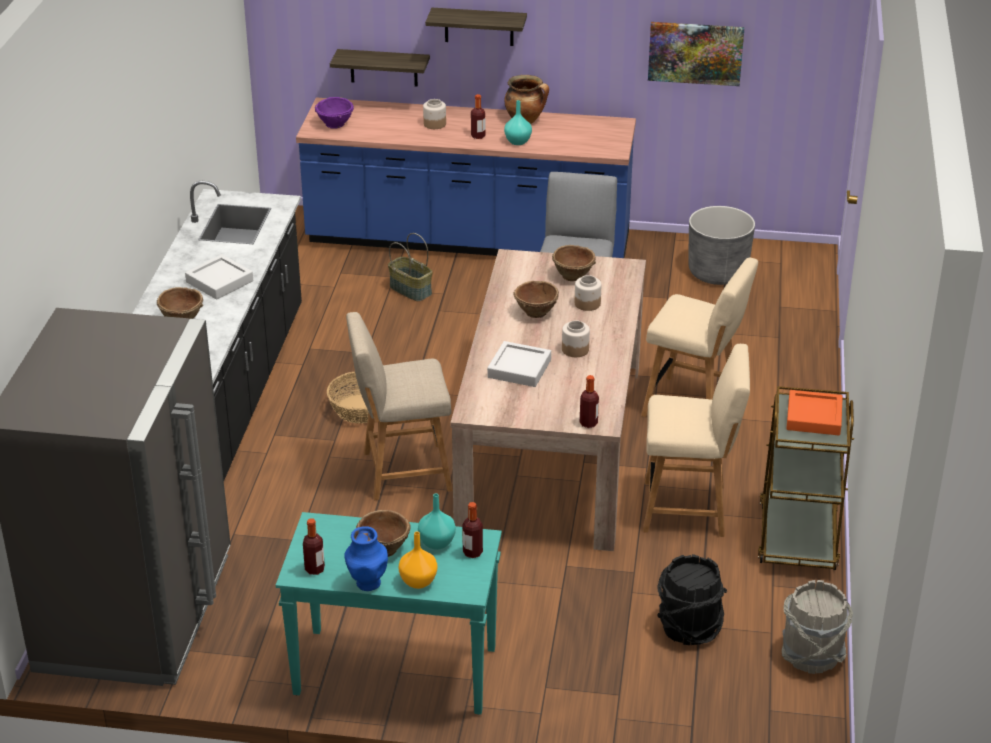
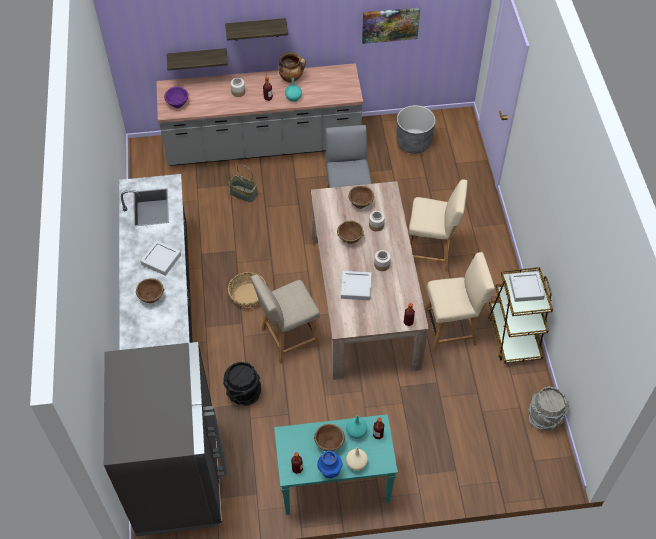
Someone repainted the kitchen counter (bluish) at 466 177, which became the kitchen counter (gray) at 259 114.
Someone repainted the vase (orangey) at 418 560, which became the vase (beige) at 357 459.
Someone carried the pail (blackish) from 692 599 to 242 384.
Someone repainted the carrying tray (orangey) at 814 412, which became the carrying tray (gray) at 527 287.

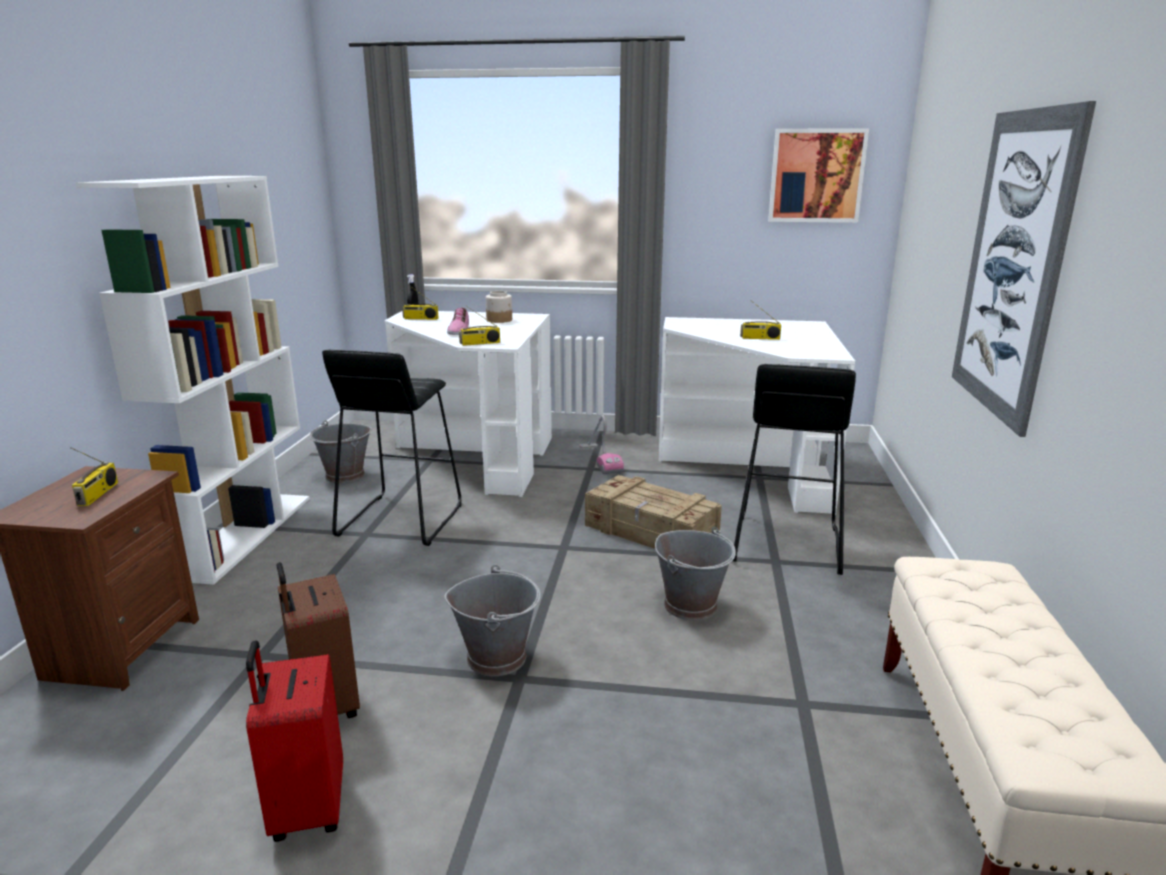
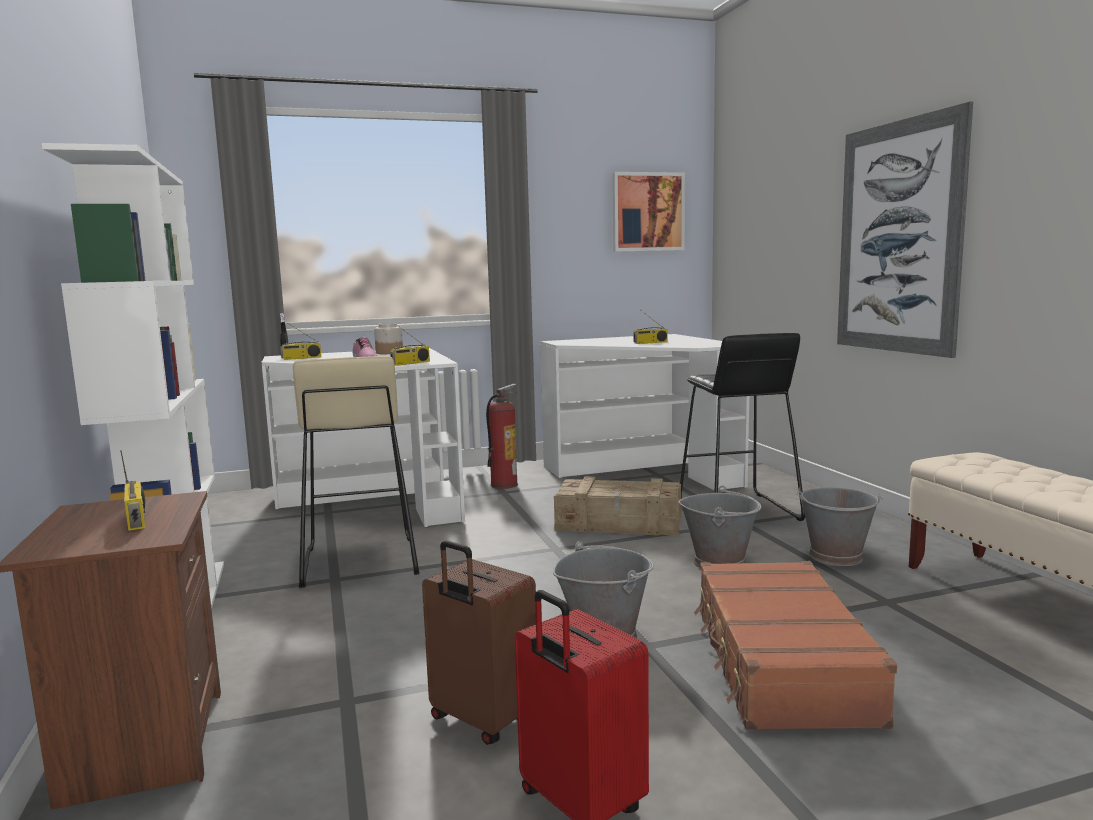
Someone carried the pail (gray) from 340 451 to 840 526.
Someone repainted the sitting stool (blackish) at 392 448, which became the sitting stool (beige) at 356 472.
Someone swapped the vacuum at 601 444 for the fire extinguisher at 502 436.
Someone put down the piece of luggage (brown-coloured) at 795 645.

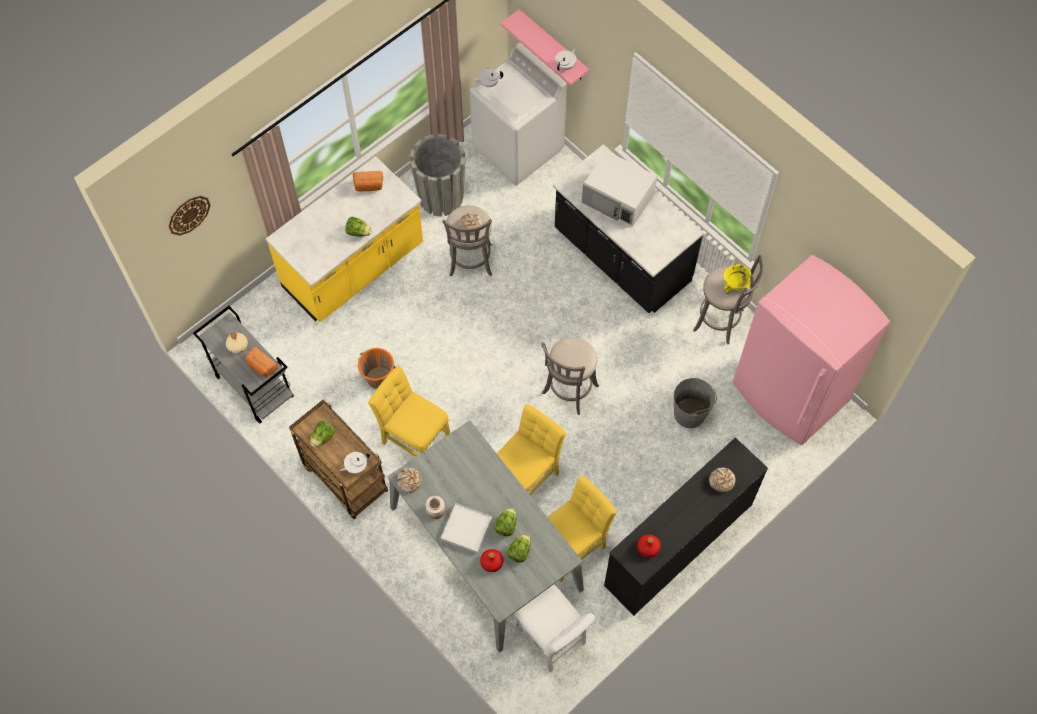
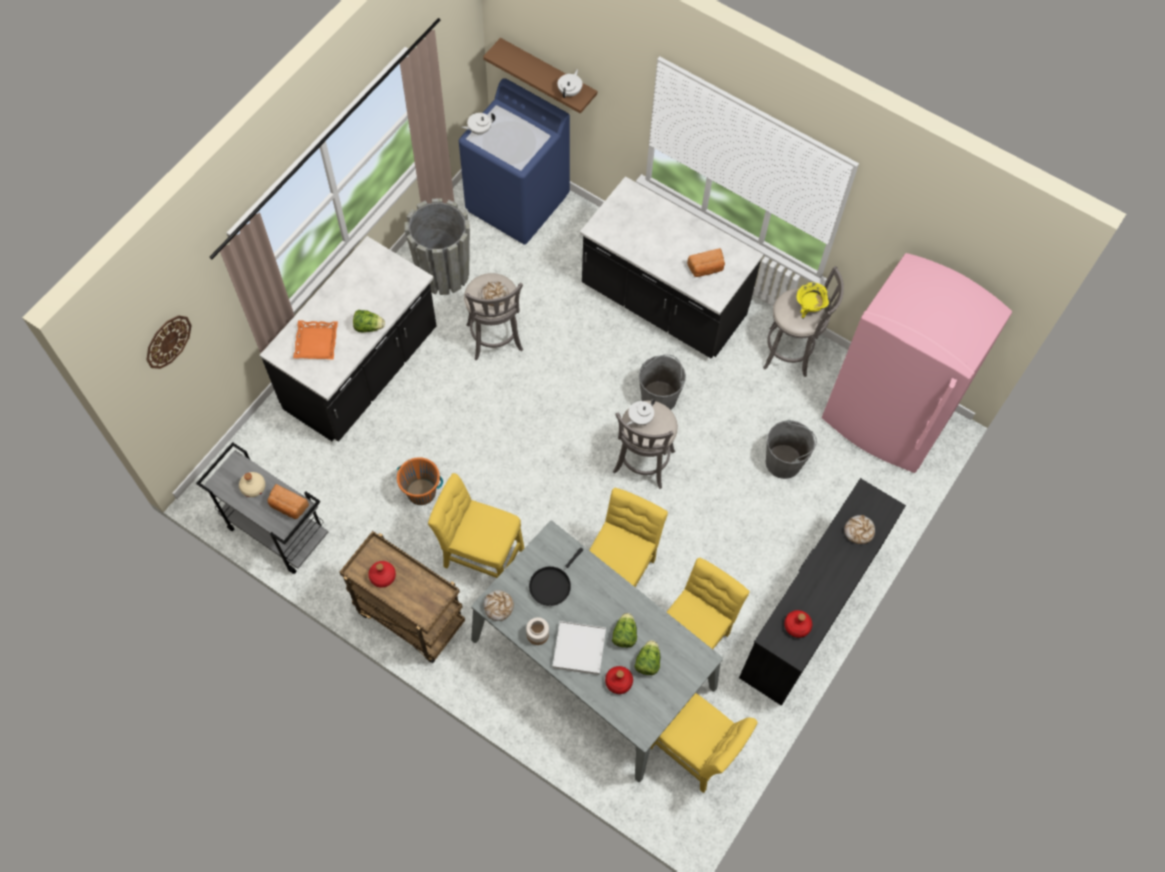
Someone repainted the kitchen counter (yellowish) at 344 239, which became the kitchen counter (blackish) at 348 339.
Someone swapped the head of lettuce at 322 434 for the beverage bottle (red-coloured) at 382 574.
Someone carried the tea pot (white) from 354 463 to 641 412.
Someone carried the bread from 368 181 to 706 262.
Someone repainted the laundry appliance (white) at 518 114, which became the laundry appliance (bluish) at 514 161.
Someone repainted the bracket shelf (pink-coloured) at 545 47, which became the bracket shelf (brown-coloured) at 540 76.
Someone repainted the plain chair (white) at 555 628, which became the plain chair (yellowish) at 704 743.
Someone took away the microwave oven (white) at 619 188.
Someone put down the carrying tray (orangey) at 315 339.
Someone put down the pan (blackish) at 556 577.
Someone put down the pail (gray) at 662 382.

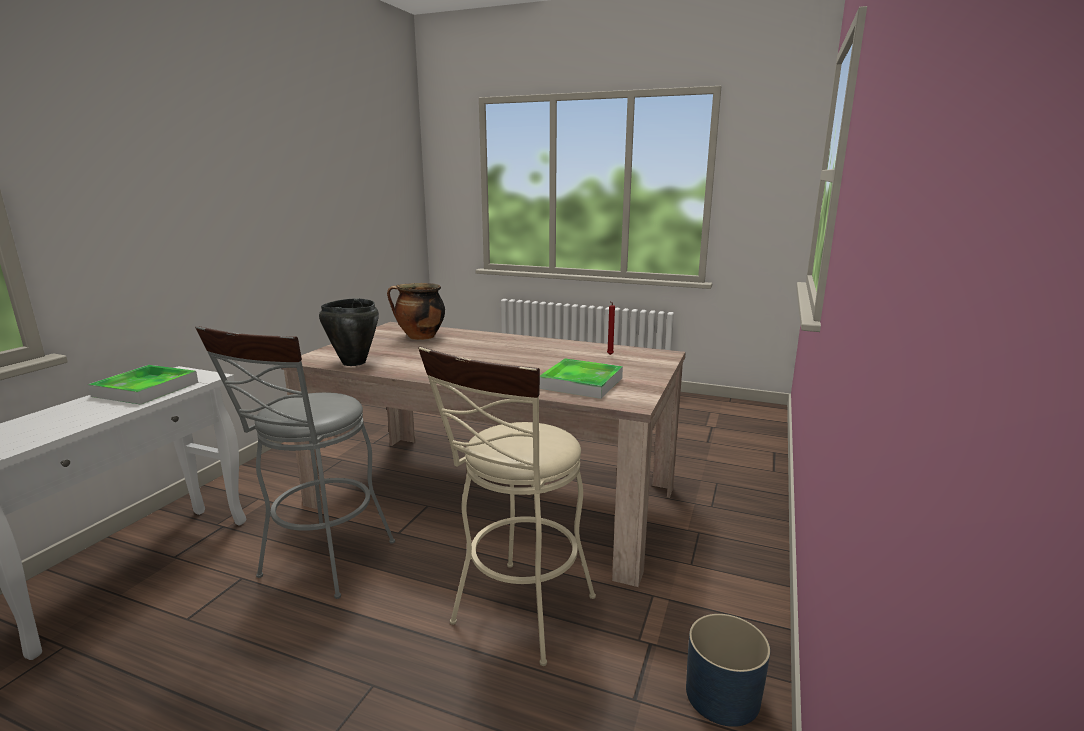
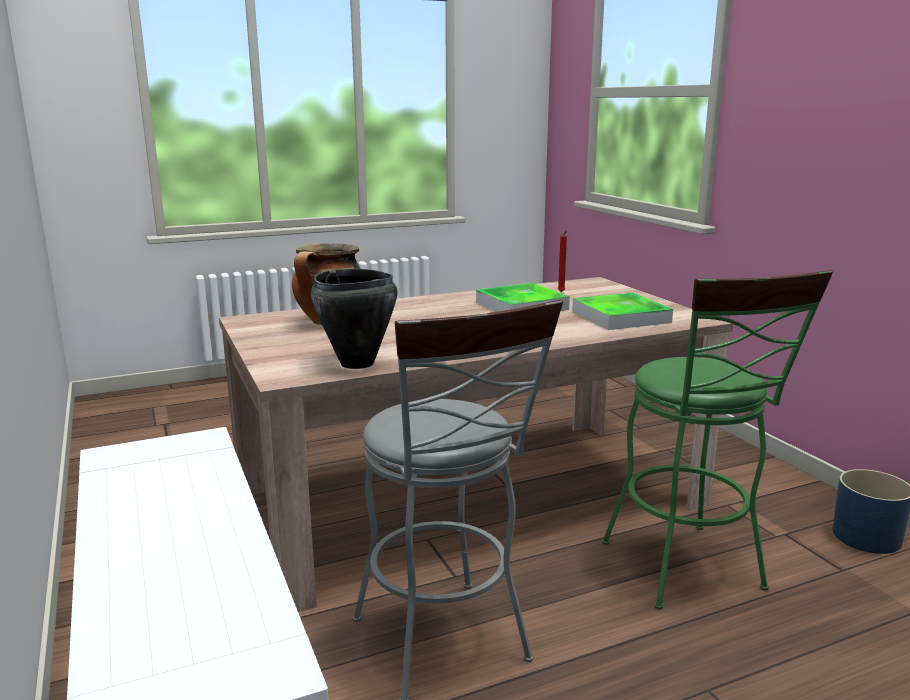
Someone carried the carrying tray from 143 385 to 523 297.
Someone repainted the sitting stool (beige) at 507 506, which became the sitting stool (green-coloured) at 717 440.

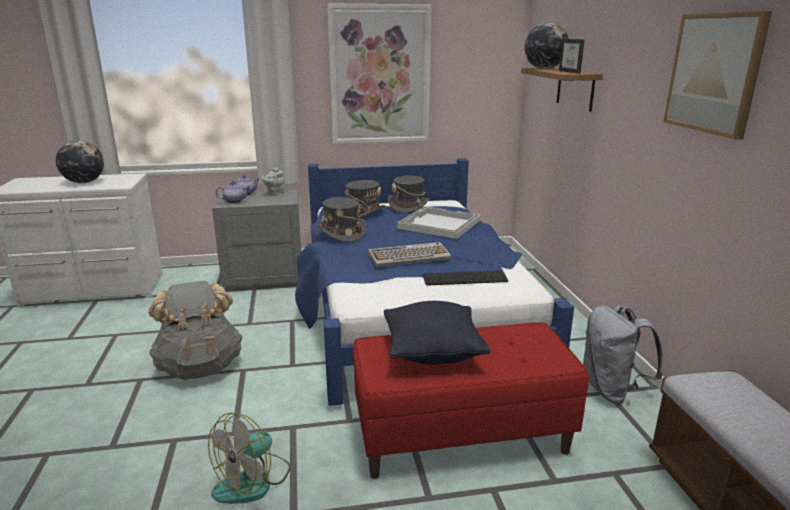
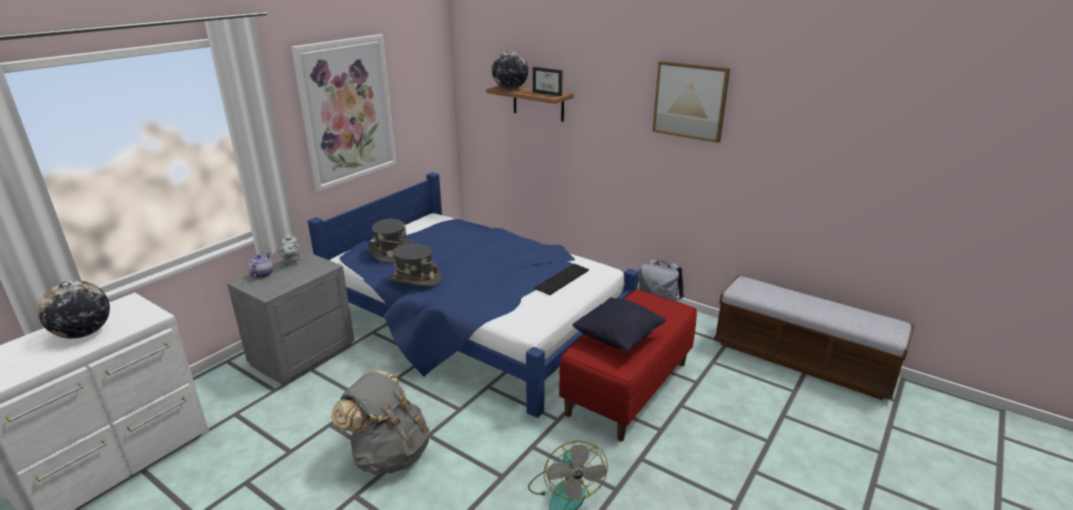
Someone took away the tea pot at 233 193.
Someone took away the computer keyboard at 409 254.
Someone took away the hat (gray) at 409 194.
Someone took away the carrying tray (white) at 439 222.

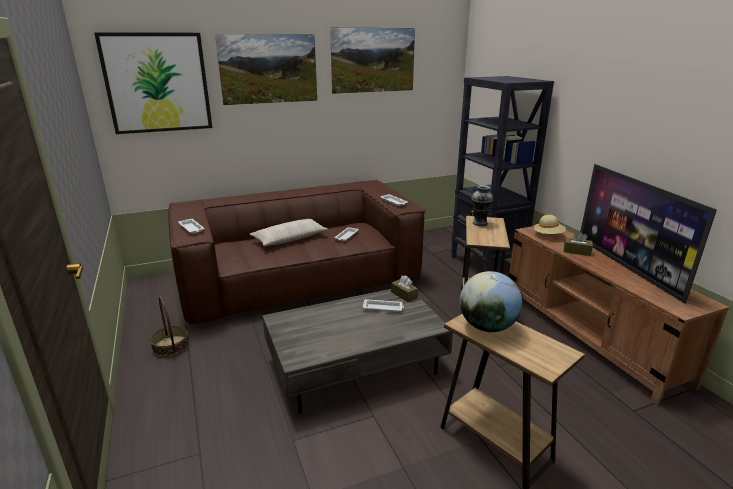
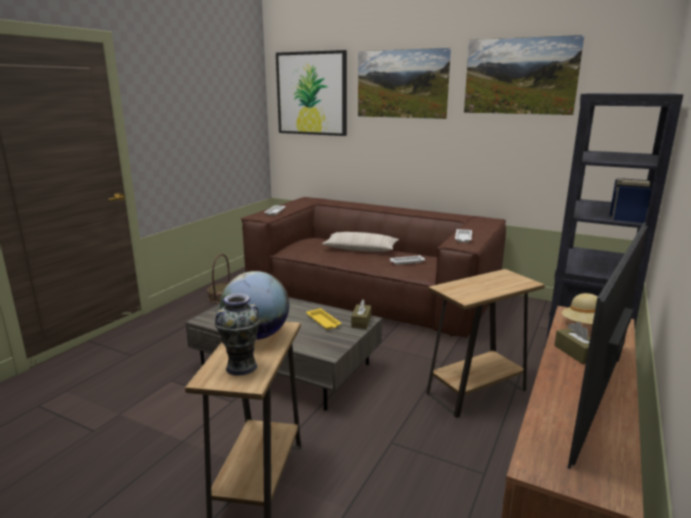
Someone repainted the carrying tray (white) at 383 305, which became the carrying tray (yellowish) at 323 319.
Someone carried the vase from 482 205 to 237 335.

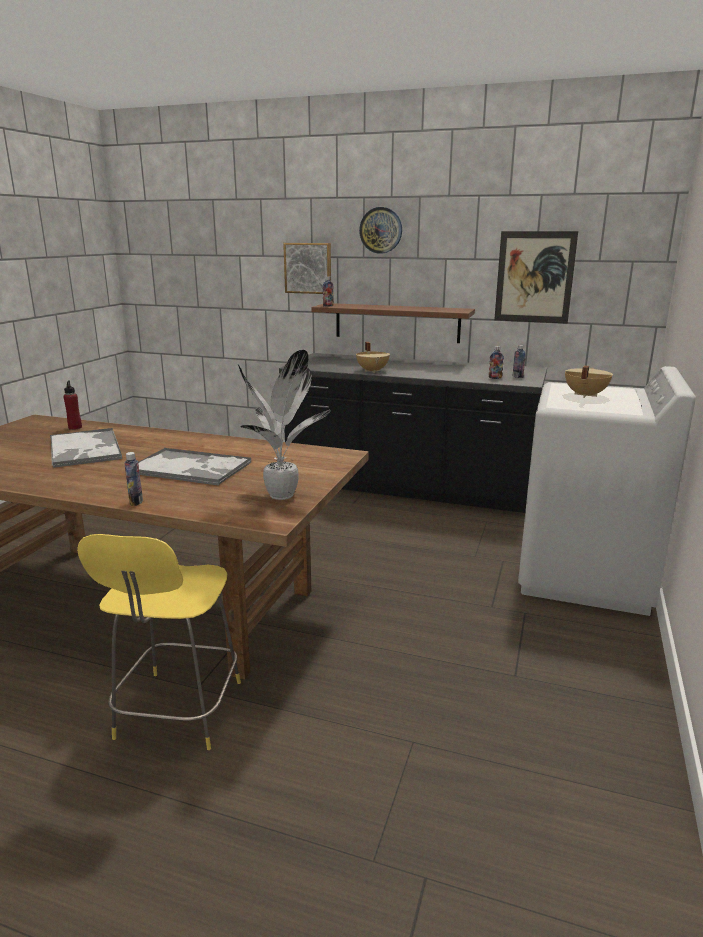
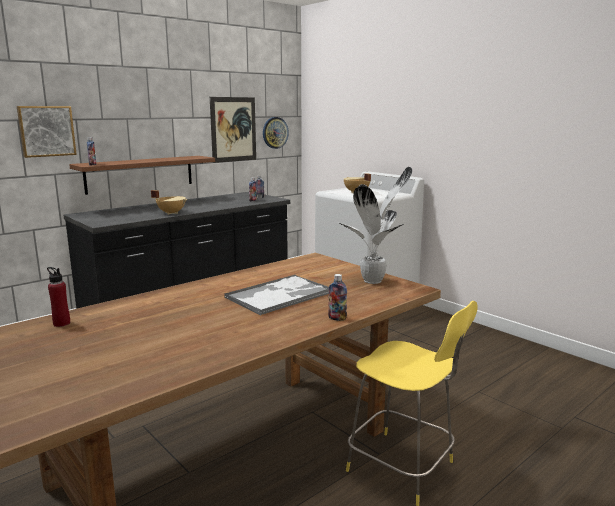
Someone took away the carrying tray at 86 448.
Someone carried the hanging clock from 380 230 to 276 133.

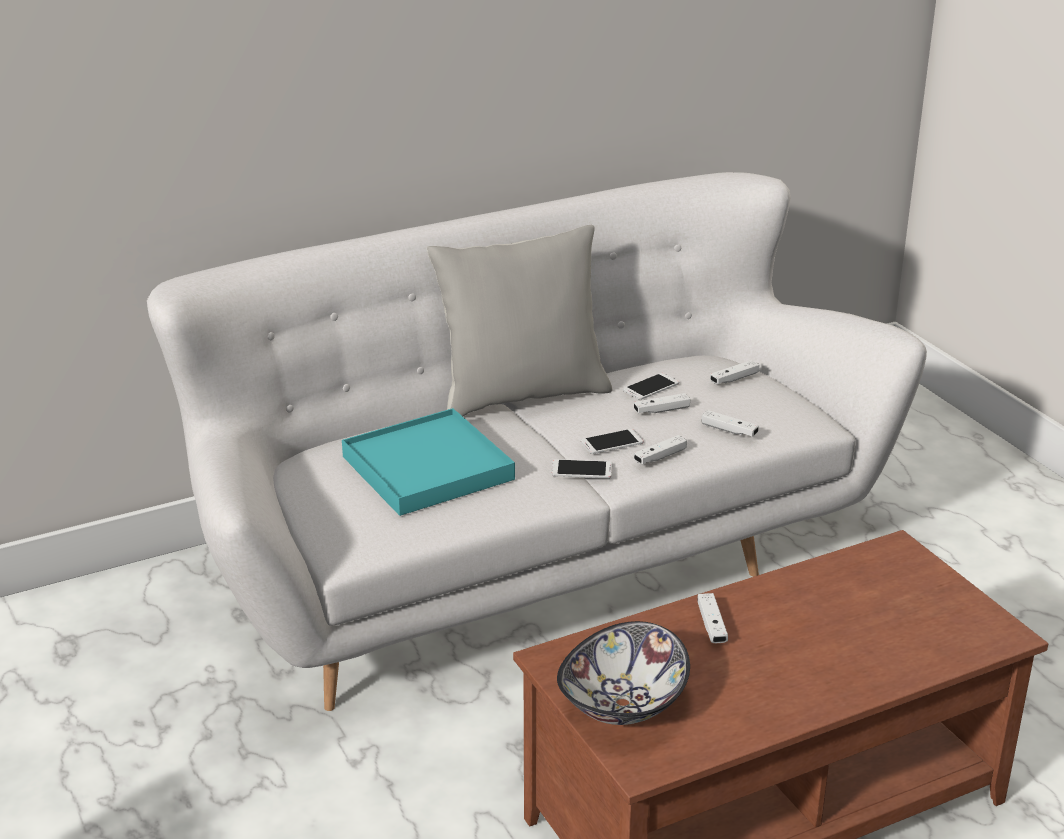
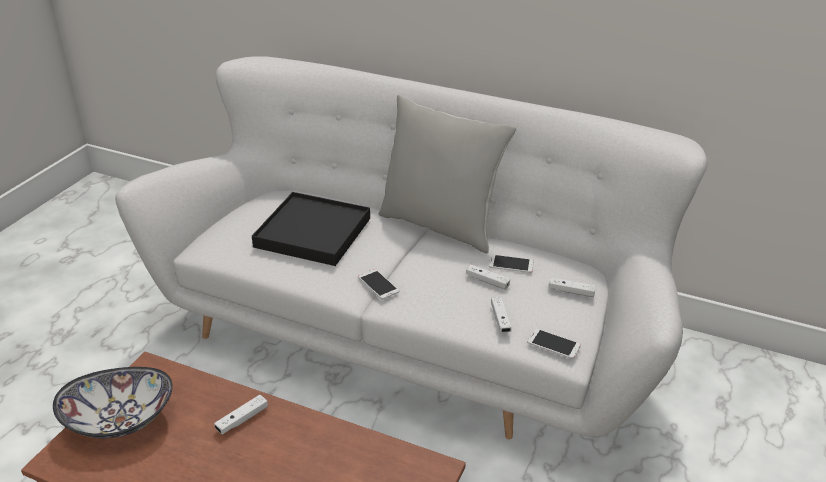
Someone repainted the carrying tray (blue-green) at 428 462, which became the carrying tray (blackish) at 311 229.
Someone carried the handset from 612 441 to 554 344.
Someone took away the joypad (white) at 660 449.

